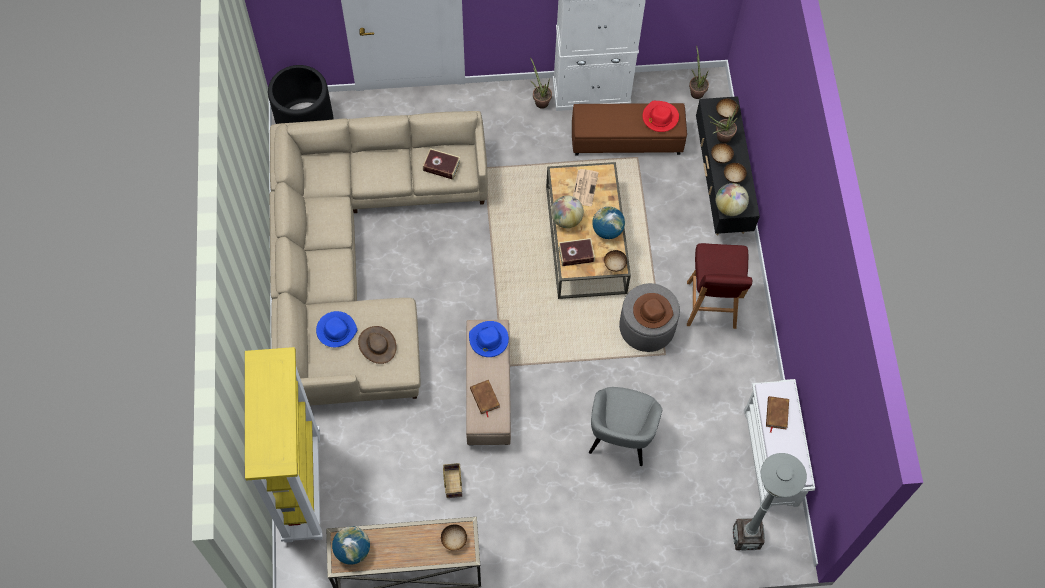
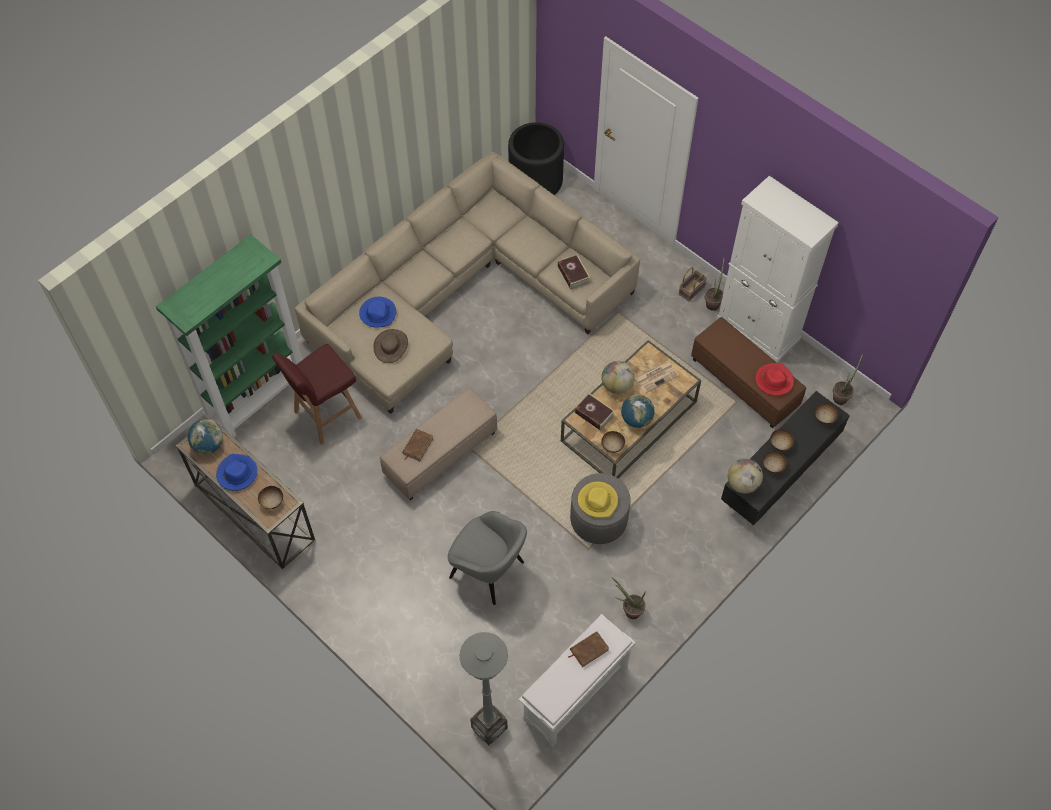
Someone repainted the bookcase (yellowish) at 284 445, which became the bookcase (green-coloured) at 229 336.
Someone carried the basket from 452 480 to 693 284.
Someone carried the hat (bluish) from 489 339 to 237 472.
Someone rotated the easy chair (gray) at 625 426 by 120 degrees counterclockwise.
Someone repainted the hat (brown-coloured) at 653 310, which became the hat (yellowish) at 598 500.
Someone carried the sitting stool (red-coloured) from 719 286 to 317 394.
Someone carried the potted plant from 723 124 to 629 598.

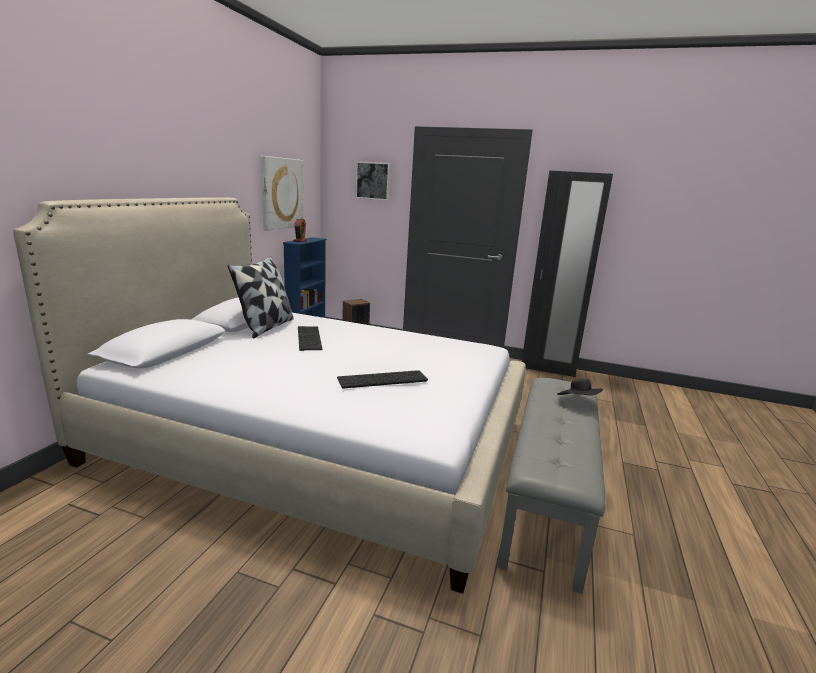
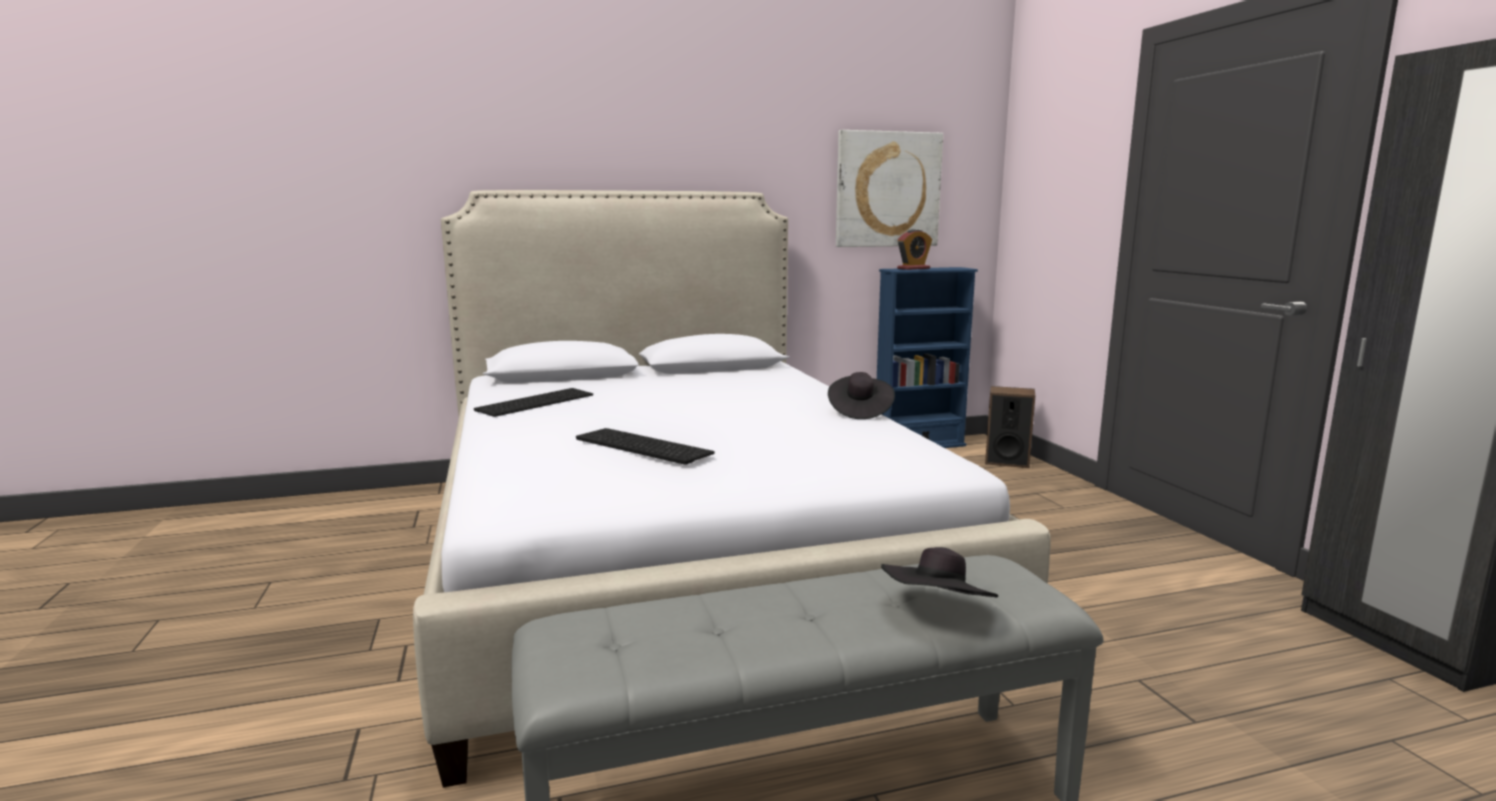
Someone took away the throw pillow at 261 297.
Someone carried the computer keyboard from 310 338 to 533 402.
Someone took away the picture at 373 180.
Someone put down the hat (blackish) at 861 395.

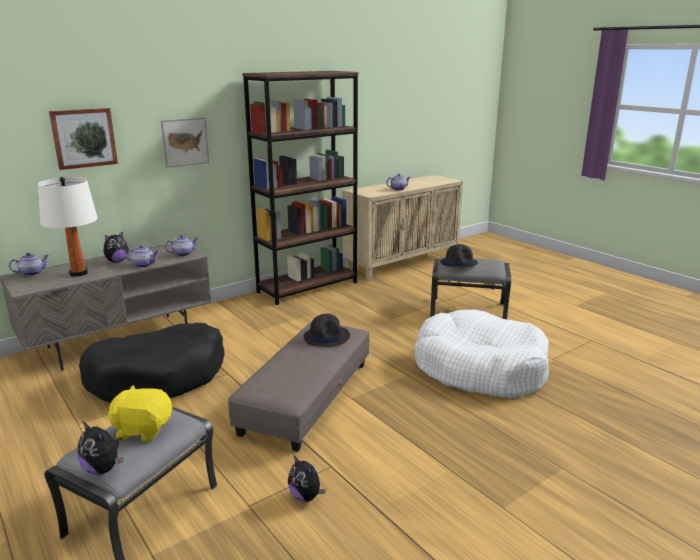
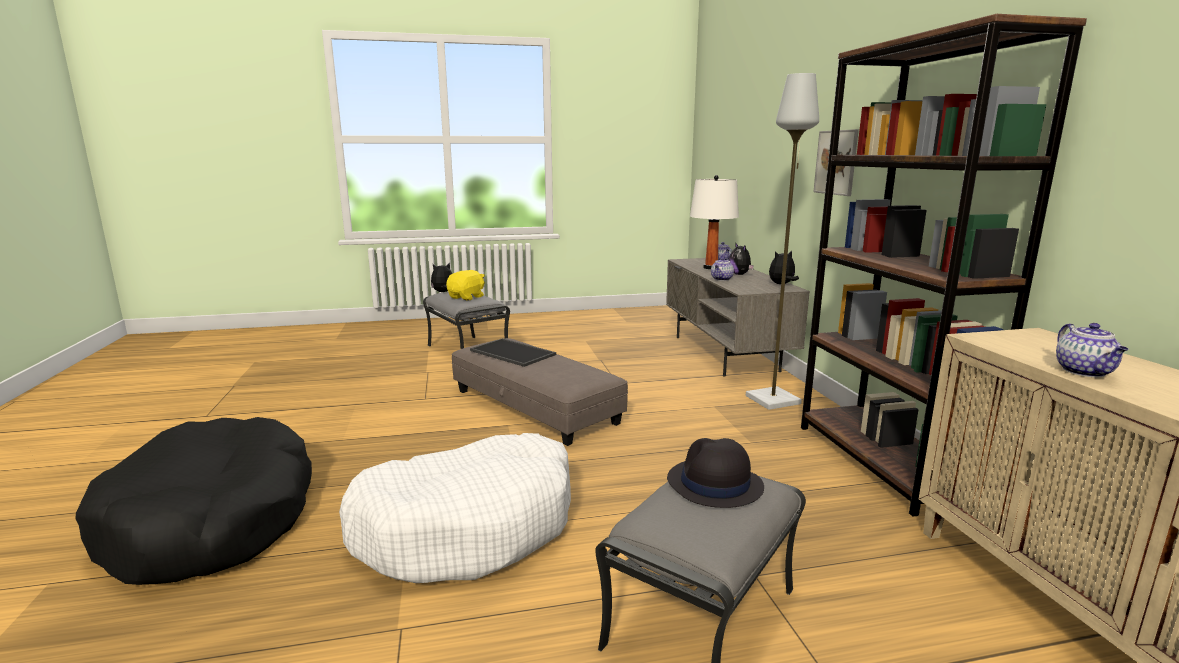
Someone took away the picture at 83 139.
Someone carried the pet bed (blackish) from 152 363 to 193 501.
Someone took away the tea pot at 181 245.
Someone carried the soft toy from 307 479 to 784 267.
Someone took away the hat (blackish) at 327 330.
Someone put down the carrying tray at 513 352.
Someone put down the floor lamp (gray) at 782 241.

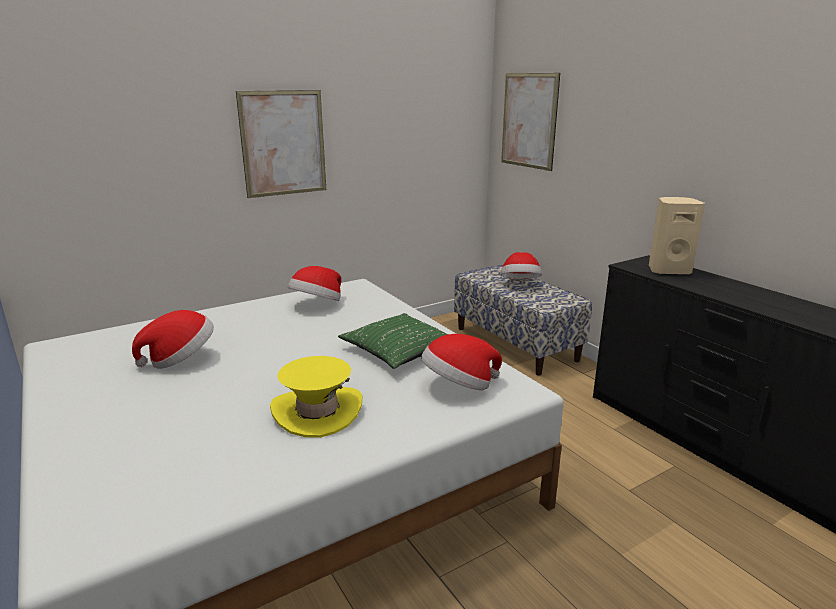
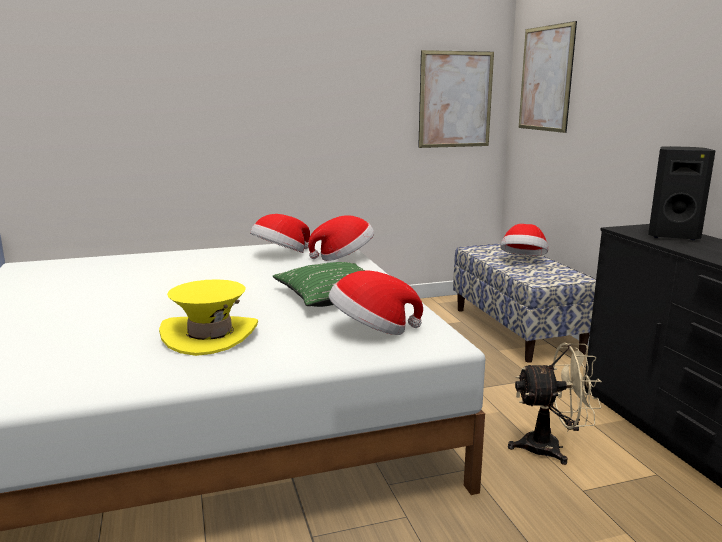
Someone carried the hat from 173 339 to 341 238.
Someone carried the picture from 281 144 to 456 99.
Someone repainted the speaker (beige) at 677 235, which became the speaker (blackish) at 682 193.
Someone put down the electric fan (beige) at 555 404.

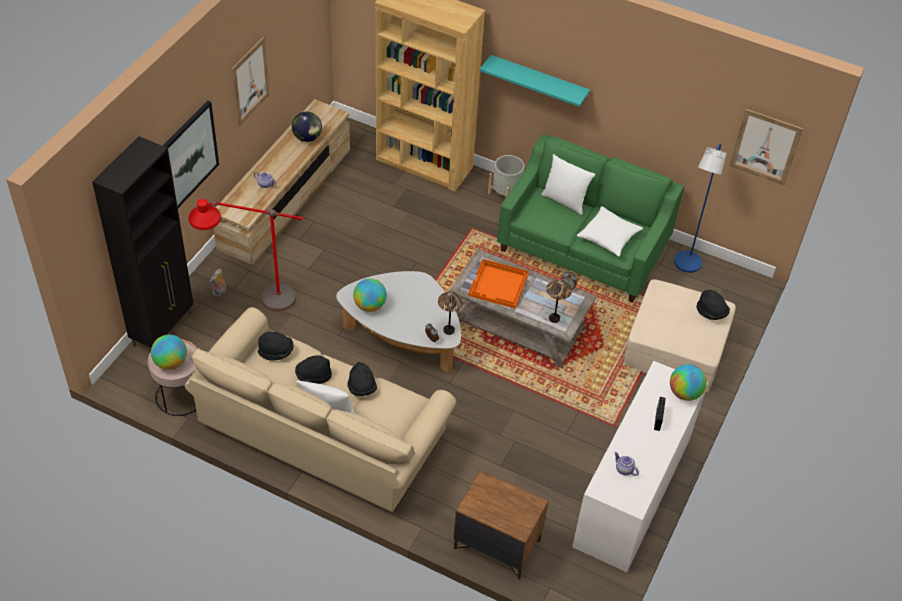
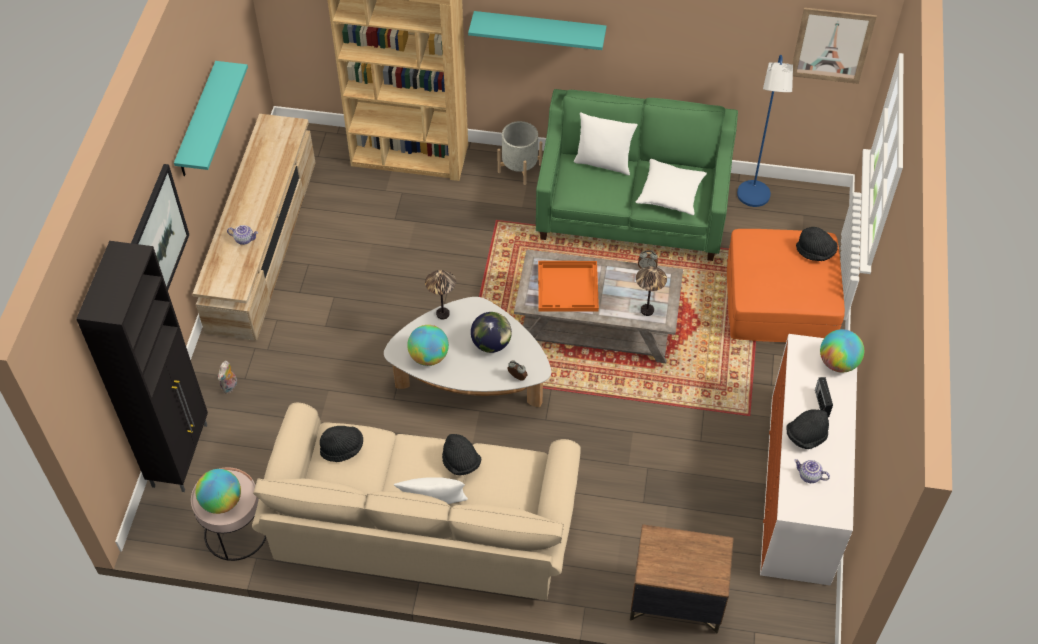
Someone took away the floor lamp (red-coloured) at 246 255.
Someone swapped the picture at 250 81 for the bracket shelf (blue-green) at 211 118.
Someone carried the globe from 307 127 to 491 332.
Someone carried the hat (blackish) from 313 369 to 807 429.
Someone carried the lamp for a table from 451 313 to 440 295.
Someone repainted the footrest (beige) at 679 335, which became the footrest (orangey) at 786 285.

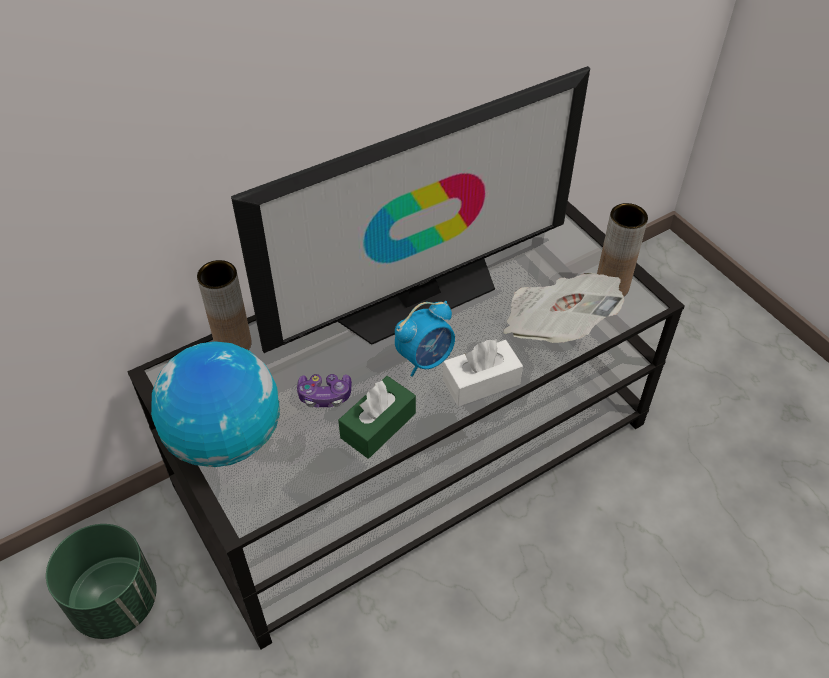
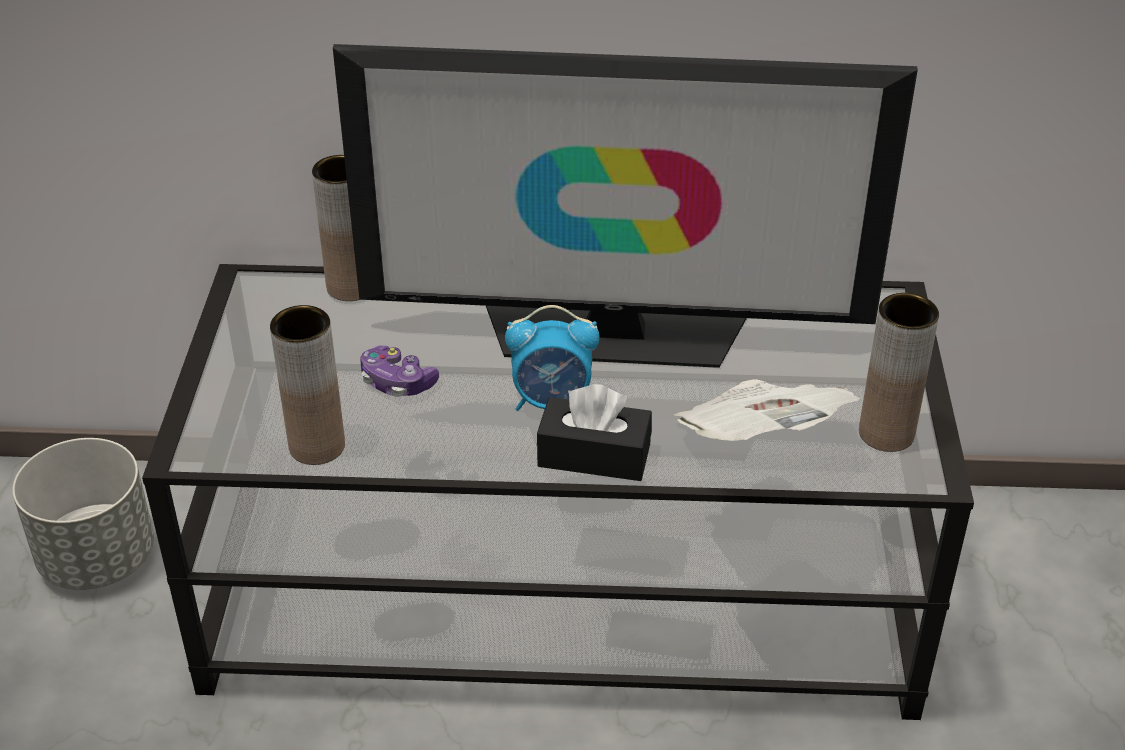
Someone repainted the planter (green-coloured) at 101 581, which became the planter (gray) at 83 514.
Someone took away the globe at 215 404.
Someone took away the tissue holder (green-coloured) at 377 417.
Someone repainted the tissue holder (white) at 483 372, which became the tissue holder (blackish) at 594 432.
Someone put down the vase (brown-coloured) at 307 385.

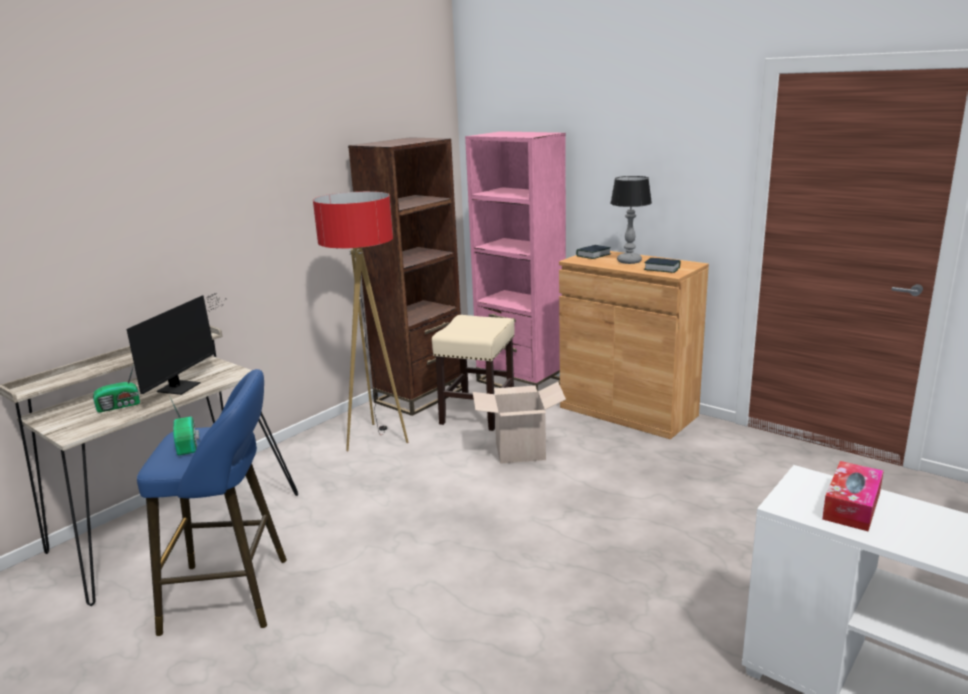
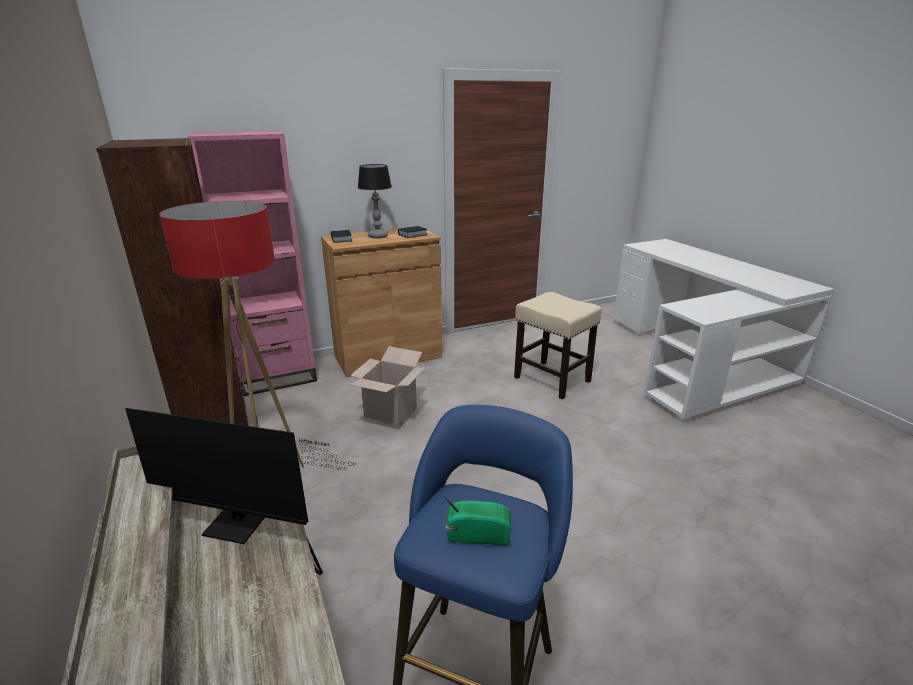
Someone took away the radio at 116 389.
Someone rotated the computer display at 176 344 by 150 degrees clockwise.
Someone carried the sitting stool (beige) from 473 373 to 558 346.
Someone took away the tissue holder at 853 496.

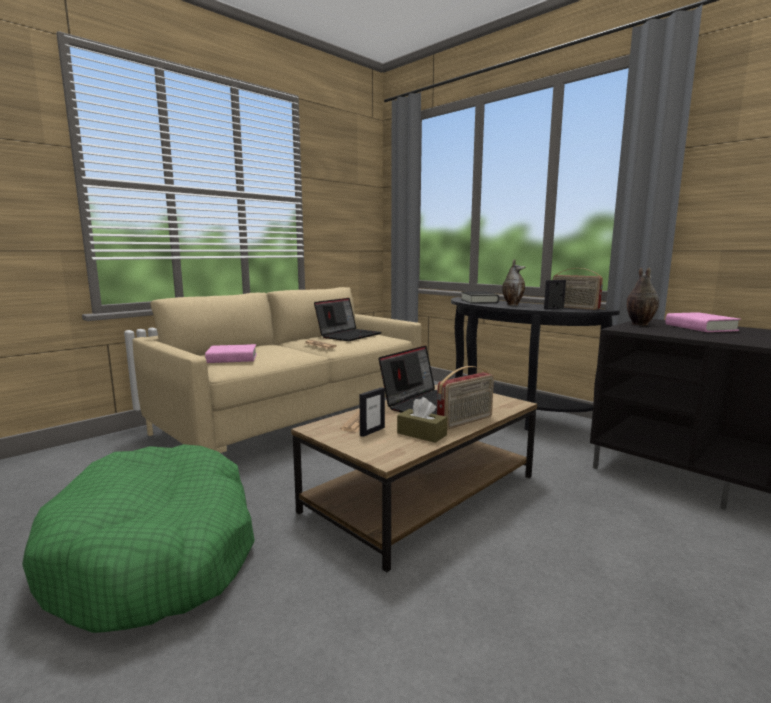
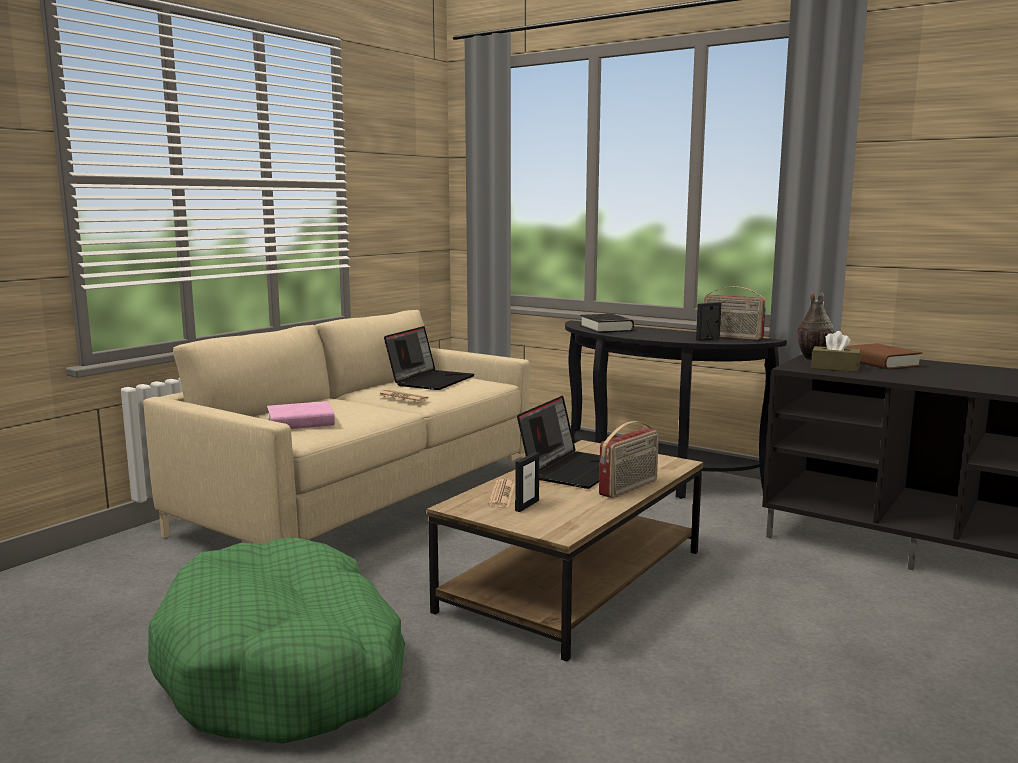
Someone carried the tissue holder (brown-coloured) from 422 420 to 836 351.
Someone took away the vase at 513 283.
Someone repainted the volume (pink-coloured) at 703 322, which became the volume (brown-coloured) at 884 356.

